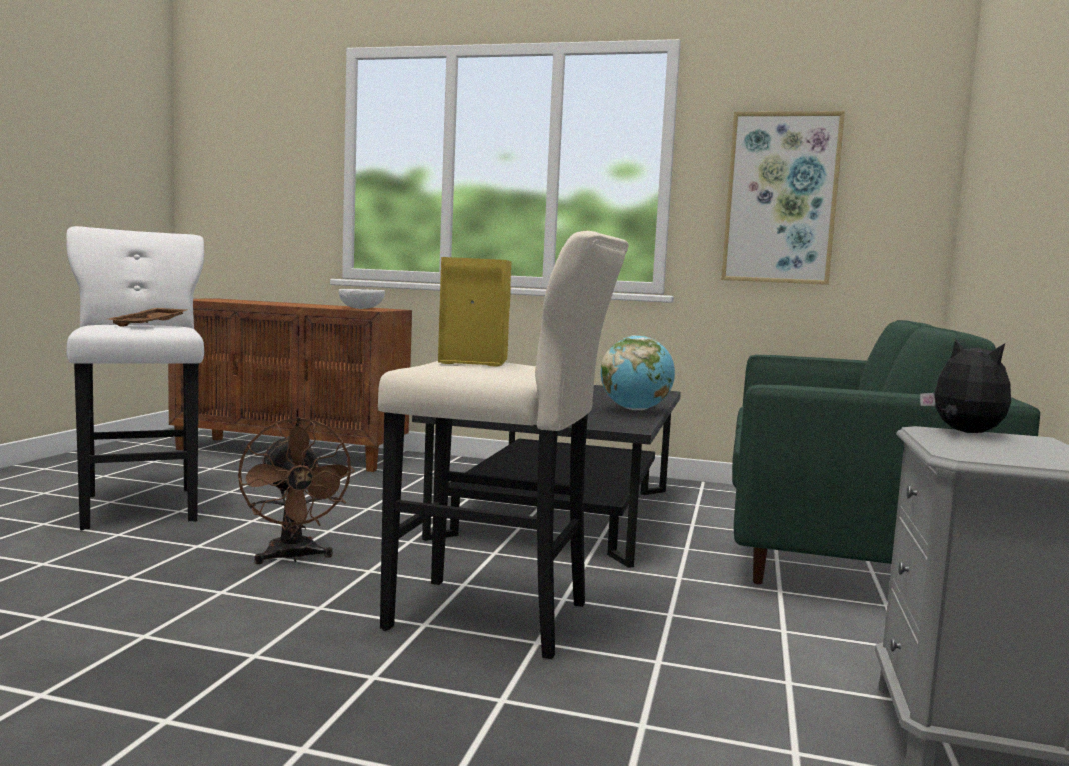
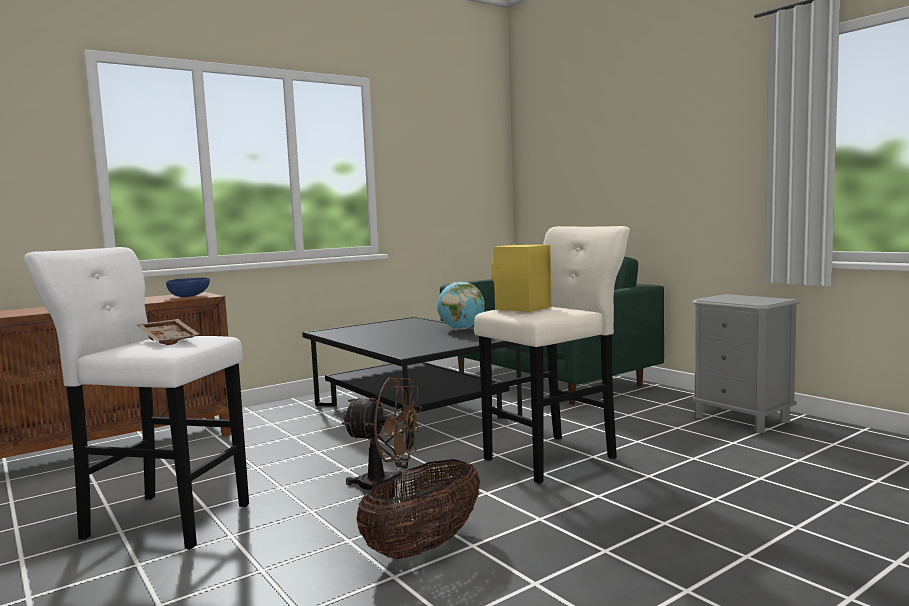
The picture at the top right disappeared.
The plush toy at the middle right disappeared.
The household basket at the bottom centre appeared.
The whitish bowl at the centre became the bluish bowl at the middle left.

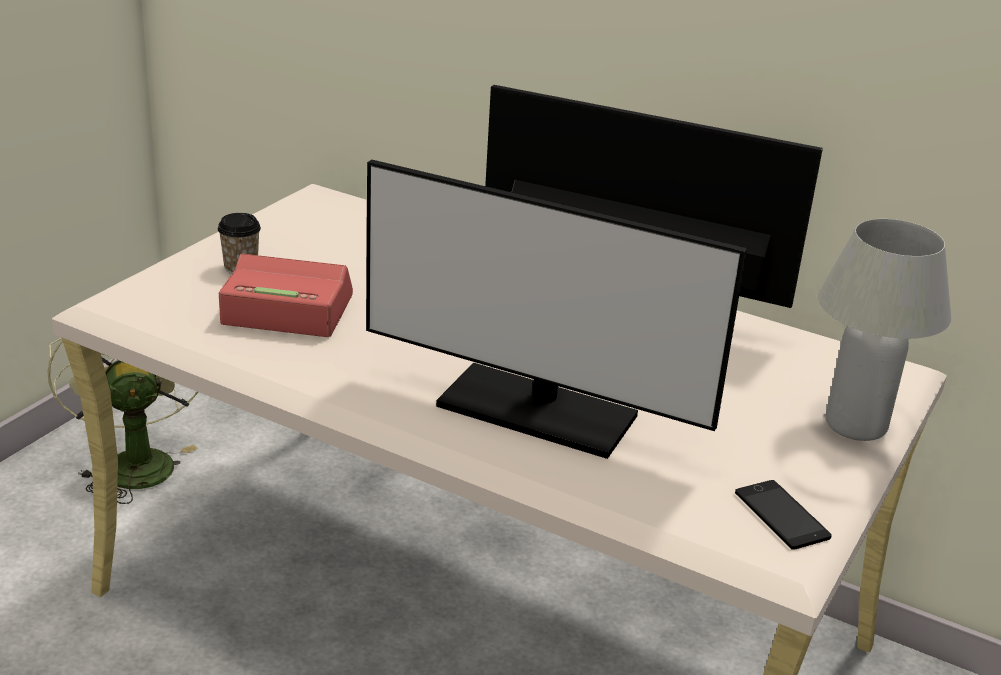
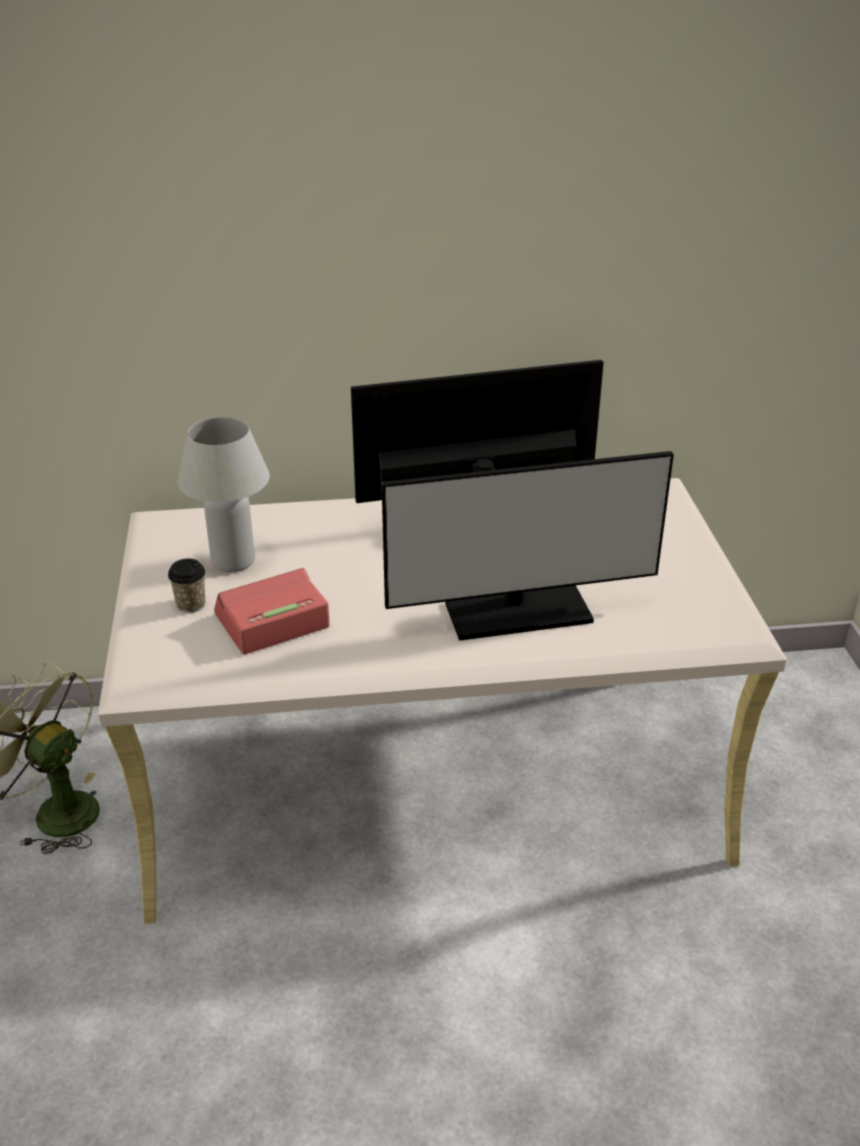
The telephone at the bottom right disappeared.
The whitish table lamp moved from the middle right to the middle left.

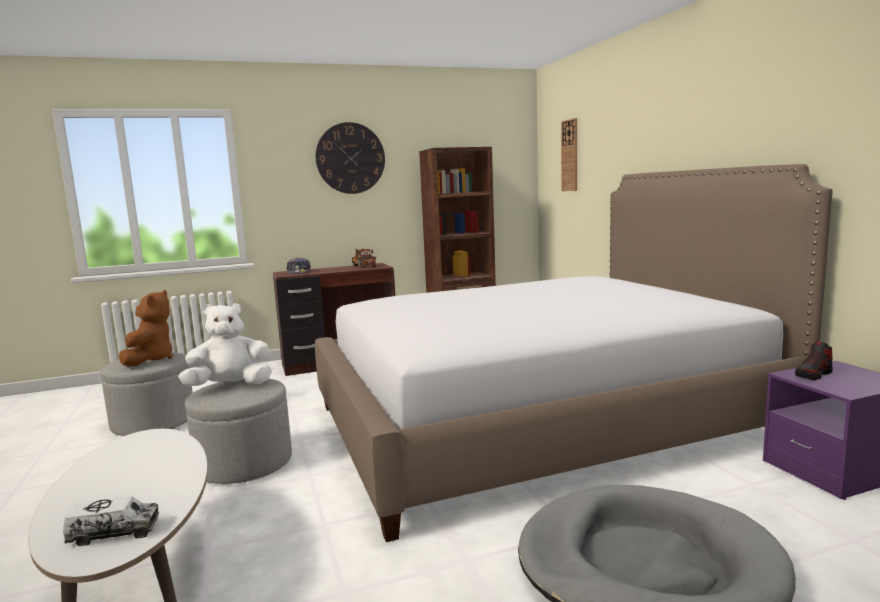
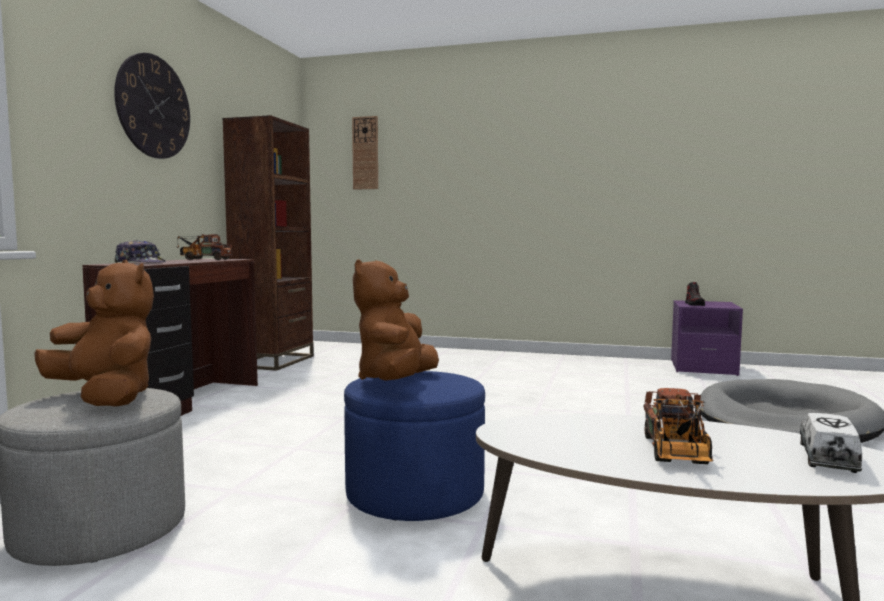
The bed at the centre disappeared.
The toy lorry (2nd from left) at the bottom right appeared.
The whitish plush toy at the middle left became the brownish plush toy (2nd from left) at the centre.
The greyish footrest (2nd from left) at the bottom left became the bluish footrest at the bottom centre.

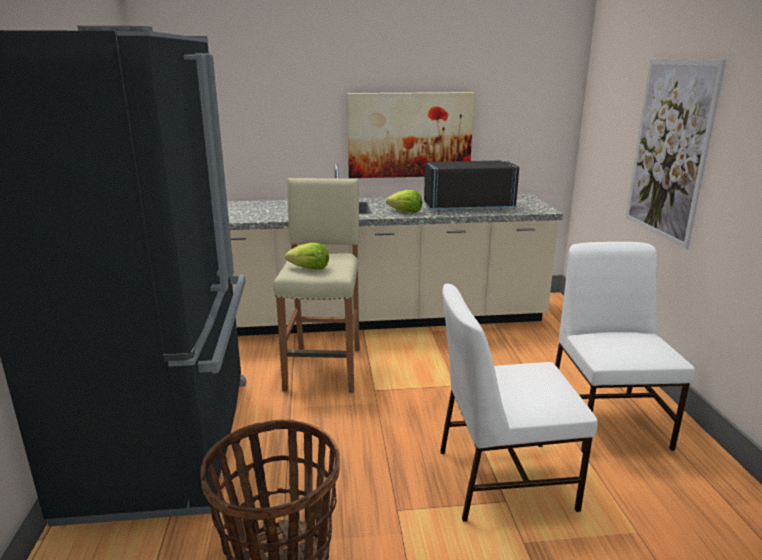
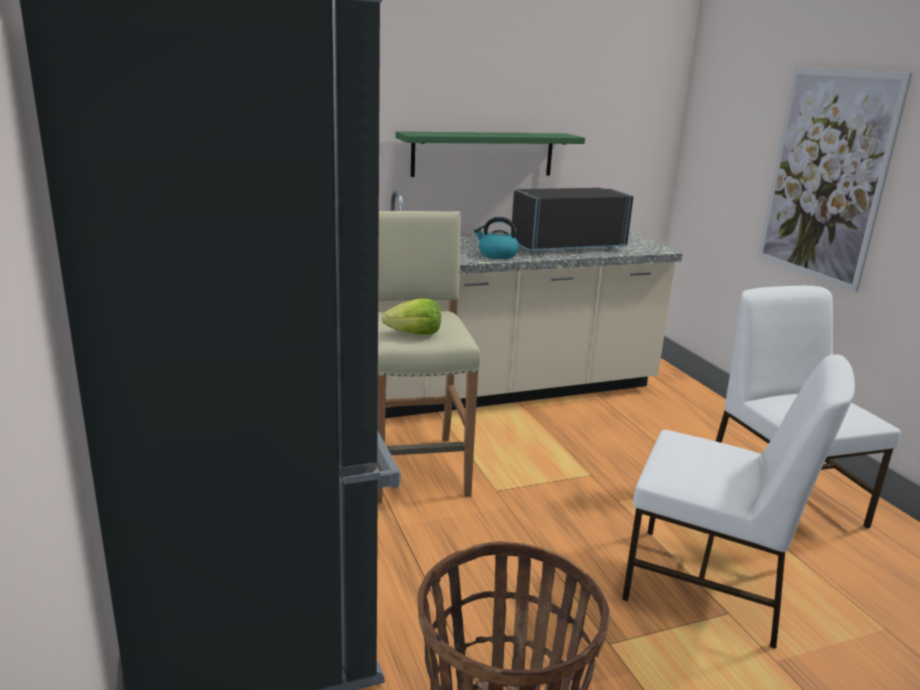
The picture (1st from left) at the top centre was replaced by the green-coloured wall shelf at the top centre.
The lettuce head (2nd from left) at the centre was replaced by the kettle at the centre.
The whitish chair (1st from left) at the bottom right turned 135 degrees counterclockwise.

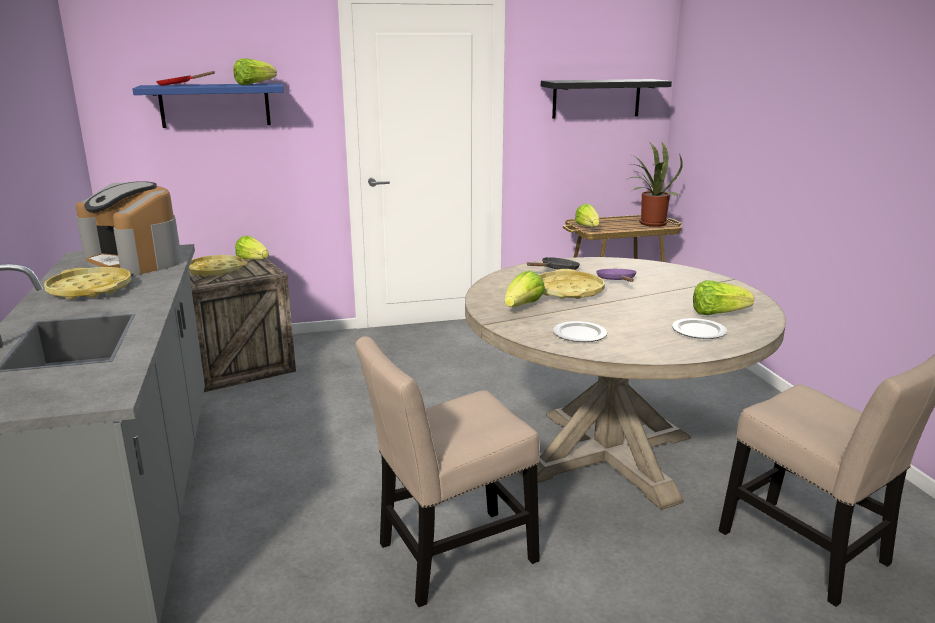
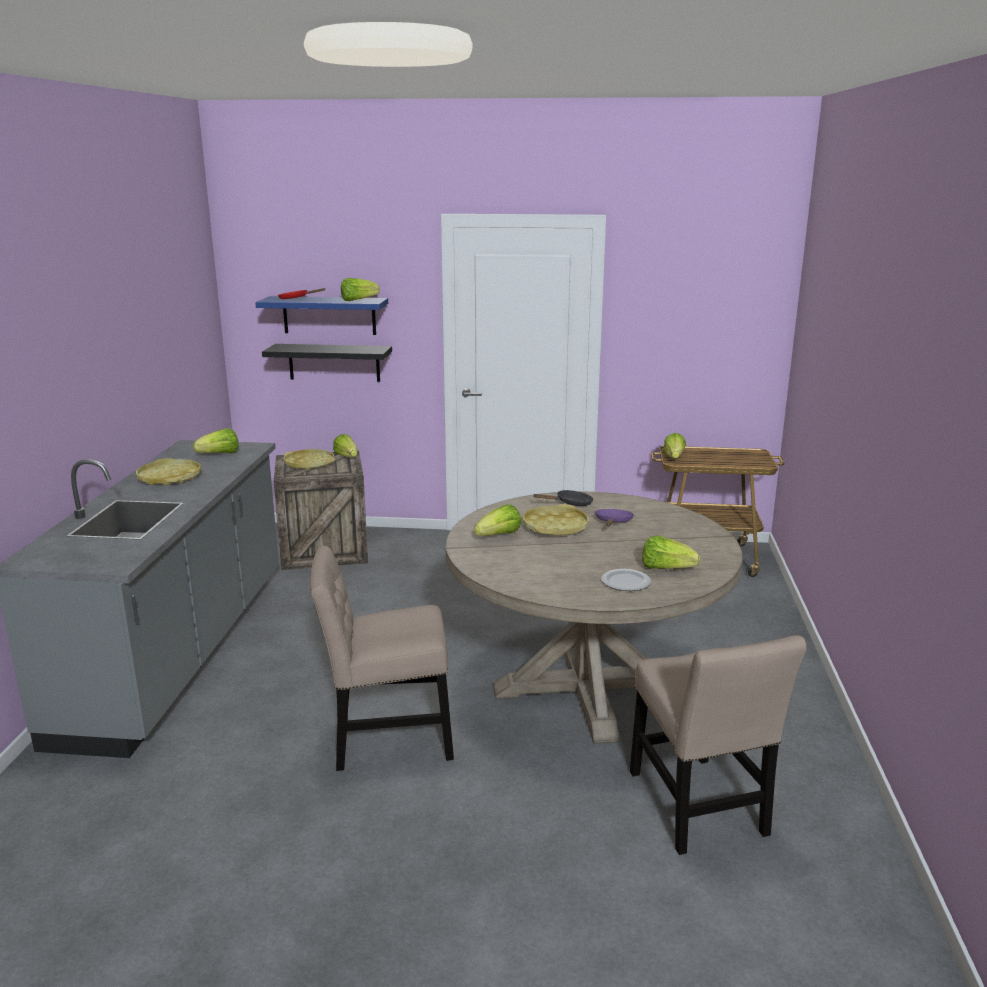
The dinner plate (1st from left) at the centre disappeared.
The plant in a pot at the top right disappeared.
The black-coloured wall shelf moved from the top centre to the middle left.
The coffee machine at the middle left was replaced by the lettuce head (1st from left) at the middle left.

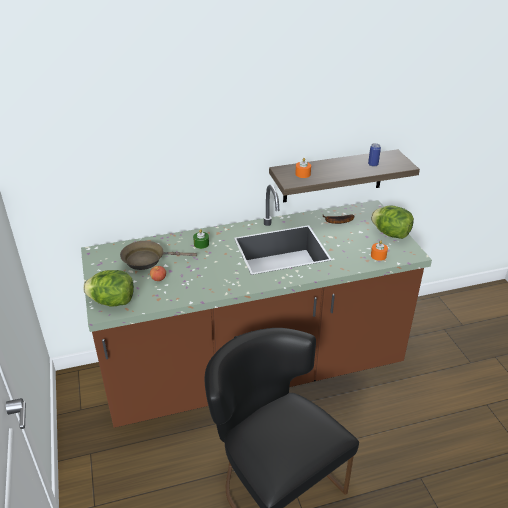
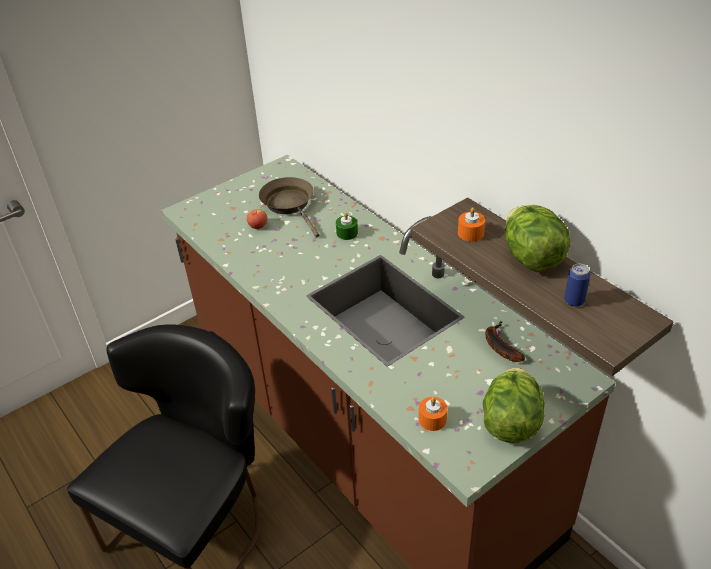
The lettuce head (1st from left in the first image) moved from the middle left to the middle right.

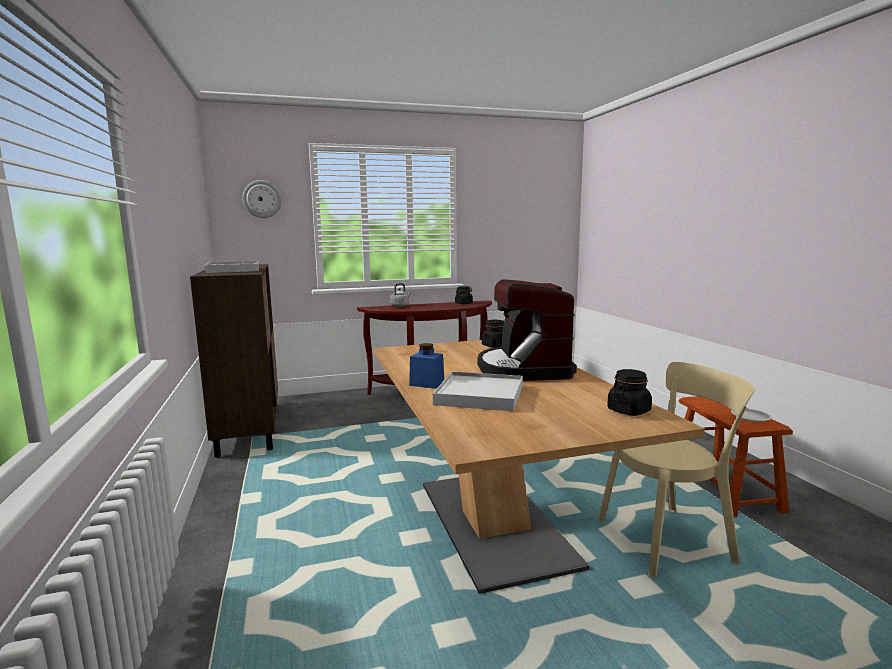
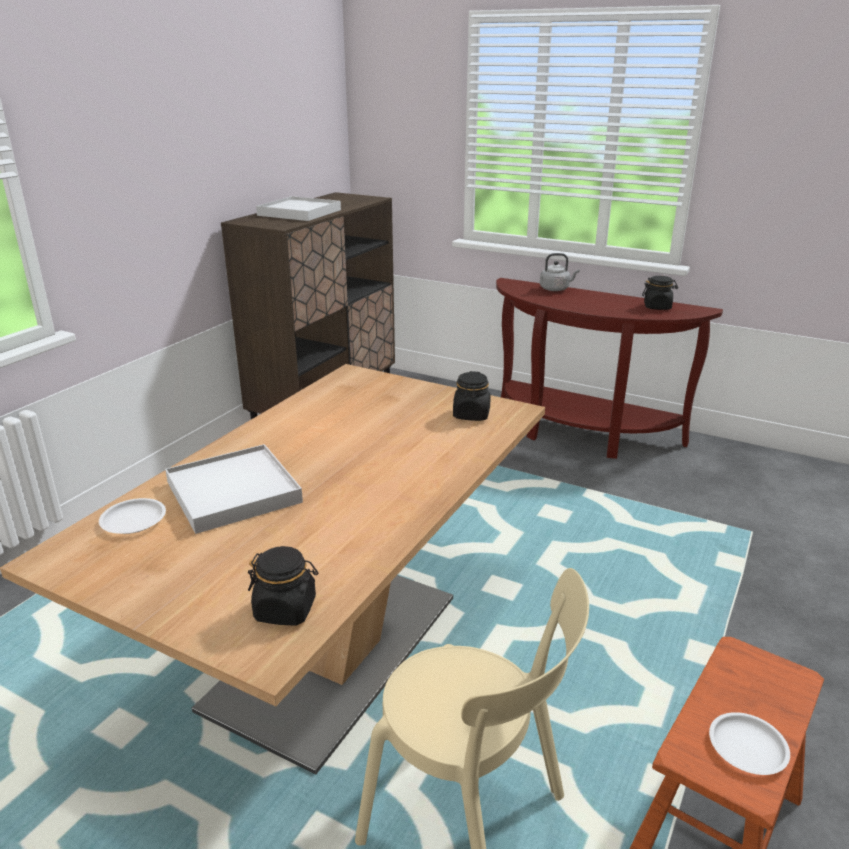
The hanging clock at the top left disappeared.
The bluish jar at the centre disappeared.
The coffee machine at the centre disappeared.
The whitish dinner plate (1st from left) at the middle left appeared.

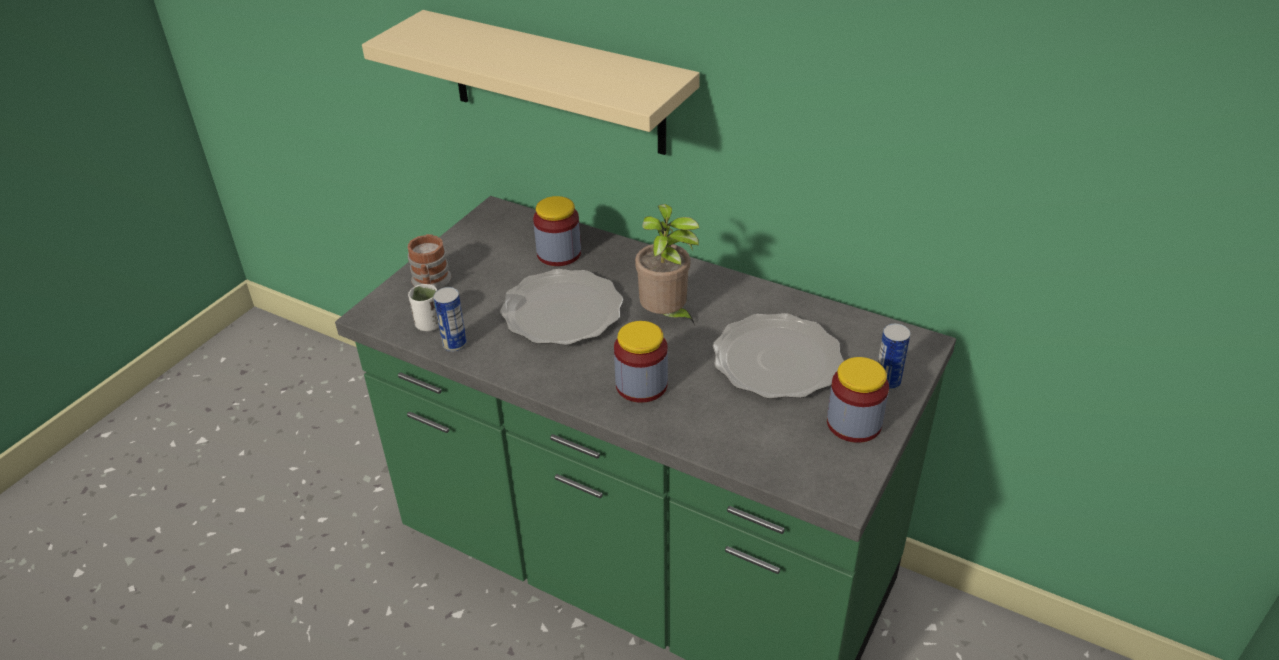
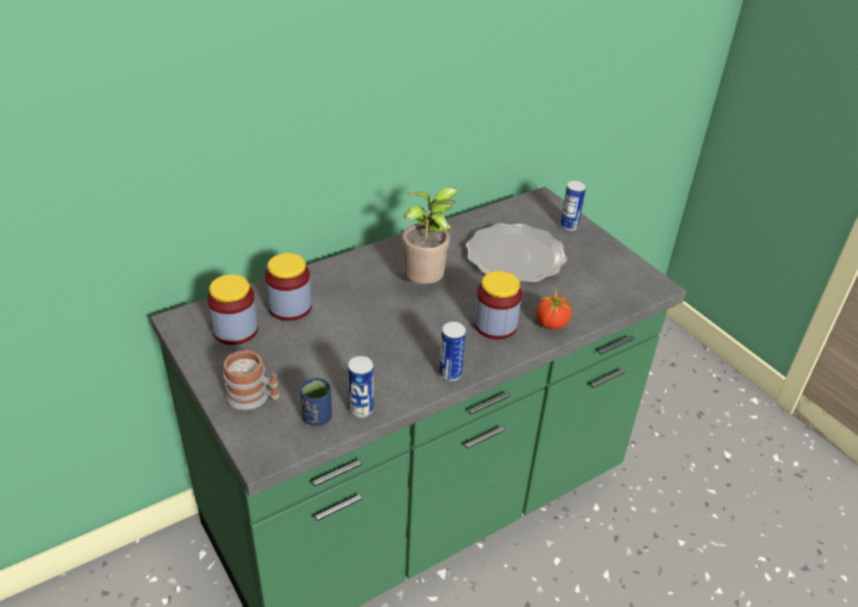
The beige-coloured wall shelf at the top centre disappeared.
The dinner plate (1st from left) at the centre disappeared.
The sealed can (2nd from left) at the centre appeared.
The whole tomato at the centre appeared.
The jar (3rd from left in the first image) moved from the middle right to the middle left.
The whitish drinking cup at the middle left became the bluish drinking cup at the centre.

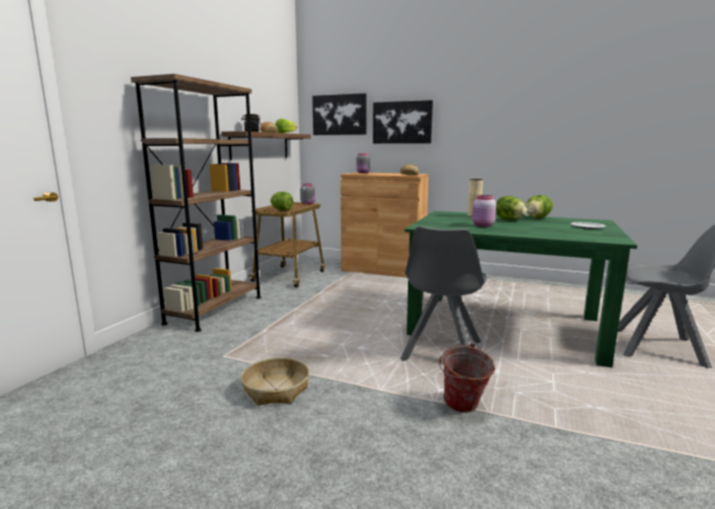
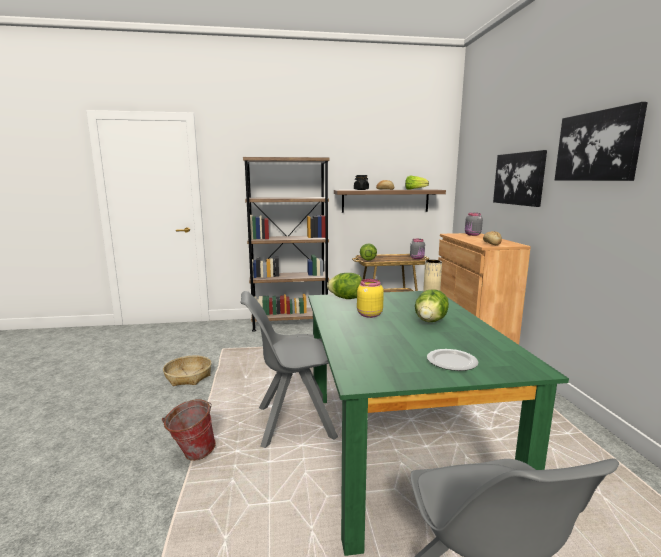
The picture (1st from left in the first image) moved from the top centre to the top right.
The lettuce head (4th from left in the first image) moved from the middle right to the centre.
The pink-coloured jar at the middle right became the yellow jar at the centre.

